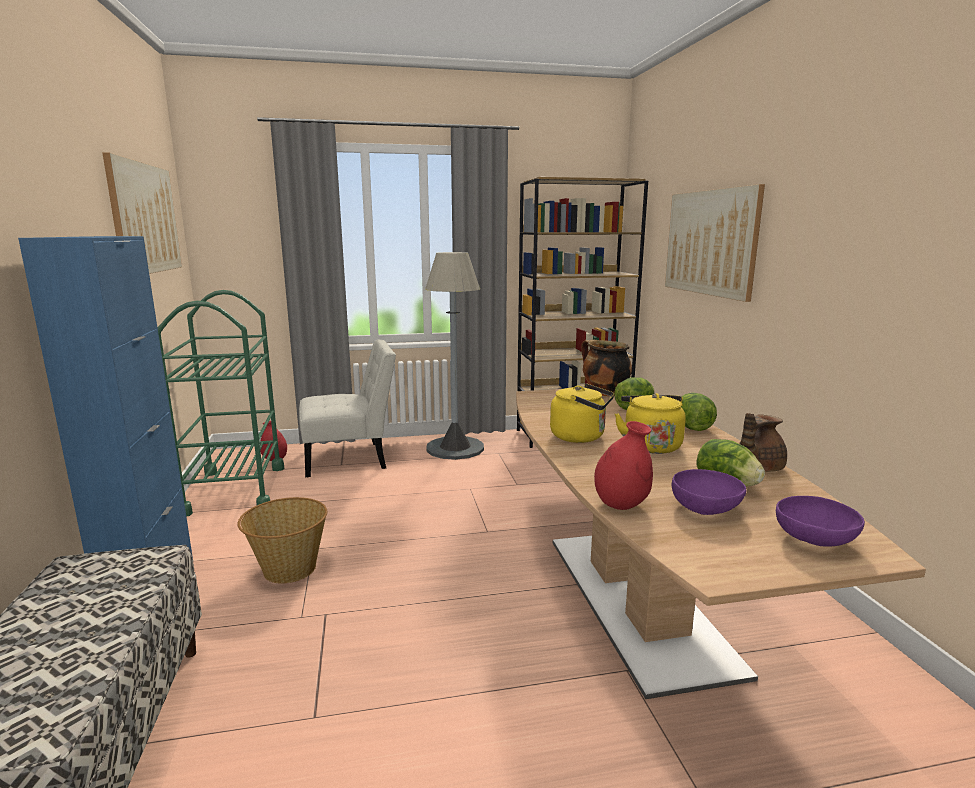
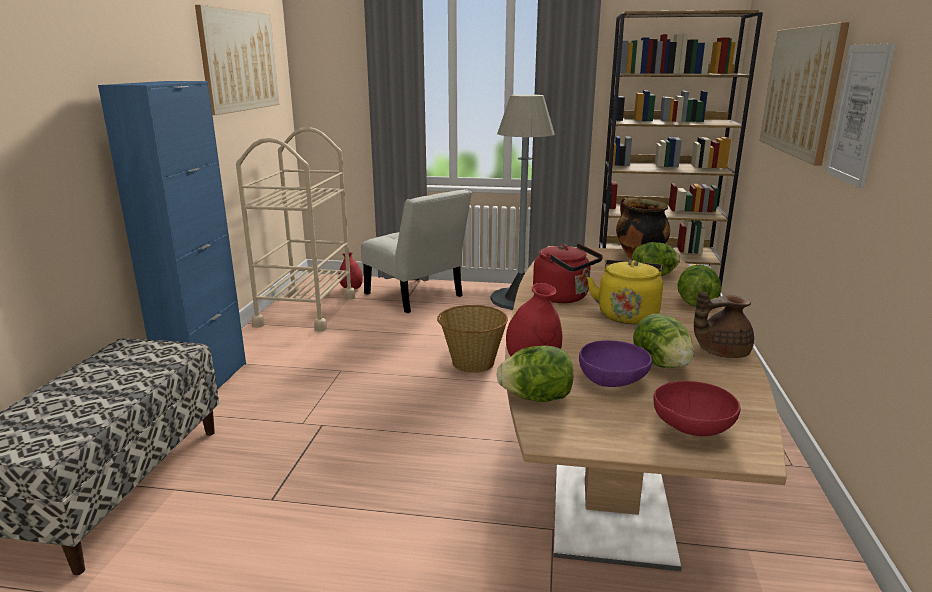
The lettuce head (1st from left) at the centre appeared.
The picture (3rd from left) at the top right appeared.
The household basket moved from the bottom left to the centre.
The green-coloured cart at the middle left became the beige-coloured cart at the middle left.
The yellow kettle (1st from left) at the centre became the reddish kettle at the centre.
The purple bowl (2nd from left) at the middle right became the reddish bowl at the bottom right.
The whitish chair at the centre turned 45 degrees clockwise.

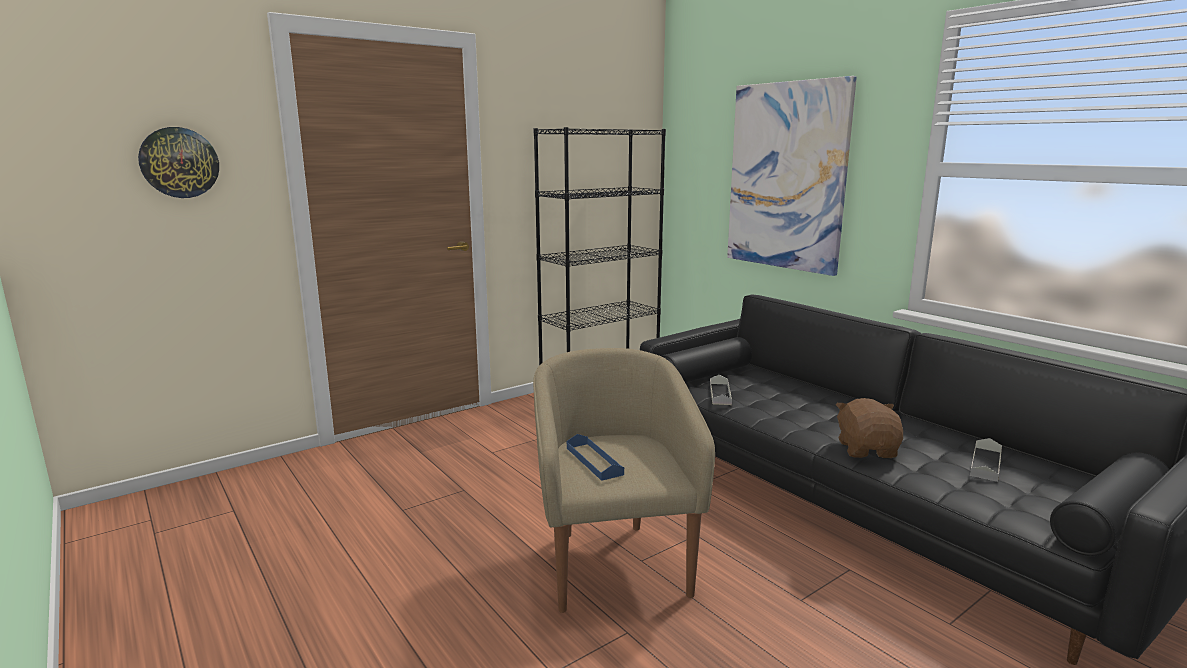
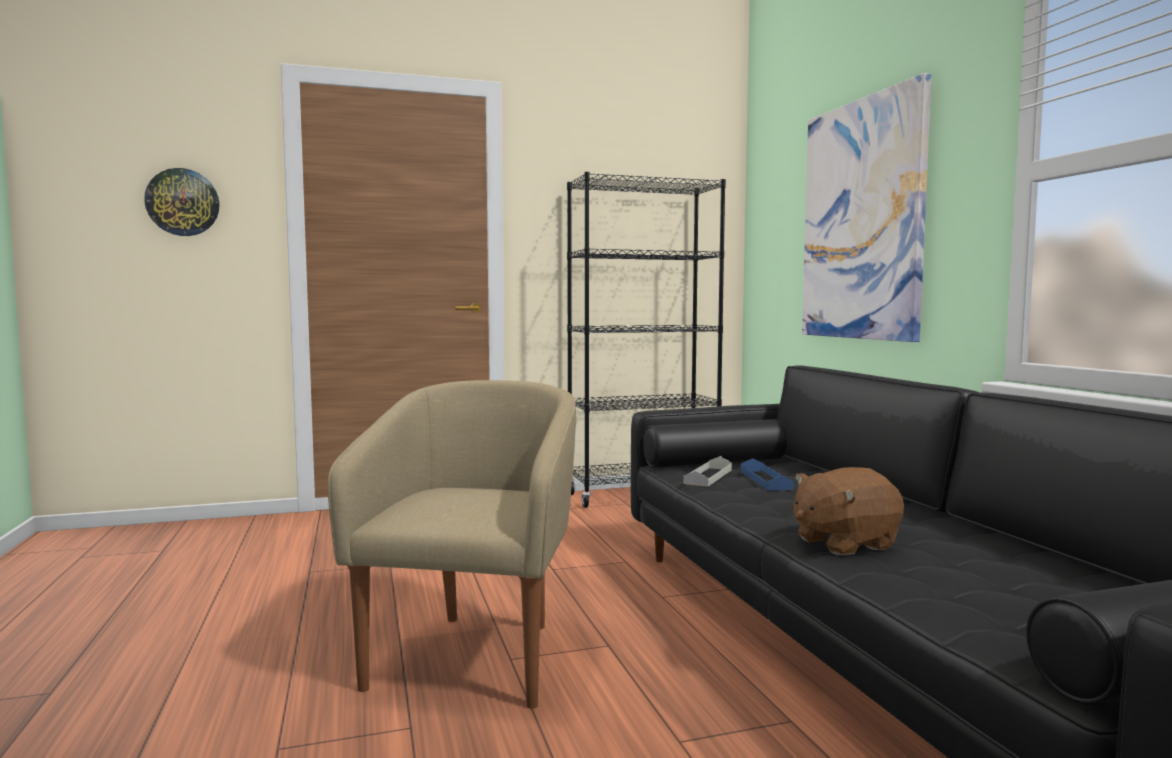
The greyish carrying tray (2nd from left) at the bottom right disappeared.
The bluish carrying tray moved from the bottom centre to the centre.
The brownish plush toy at the middle right turned 135 degrees counterclockwise.

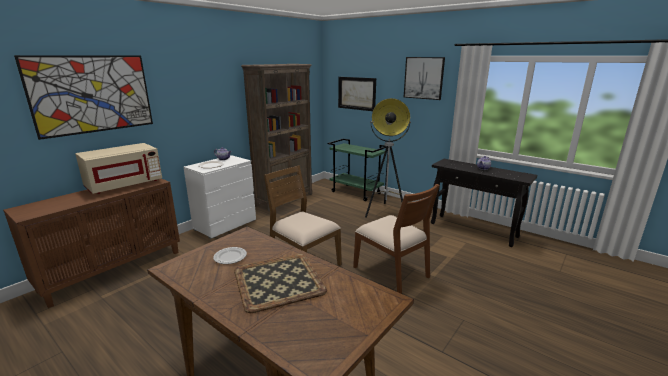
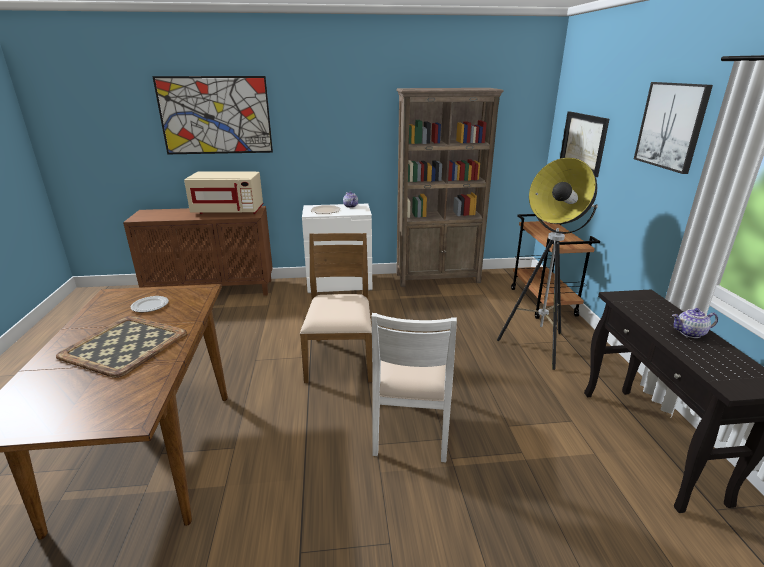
The green-coloured cart at the centre became the brownish cart at the middle right.
The brownish chair (2nd from left) at the centre became the whitish chair at the bottom centre.

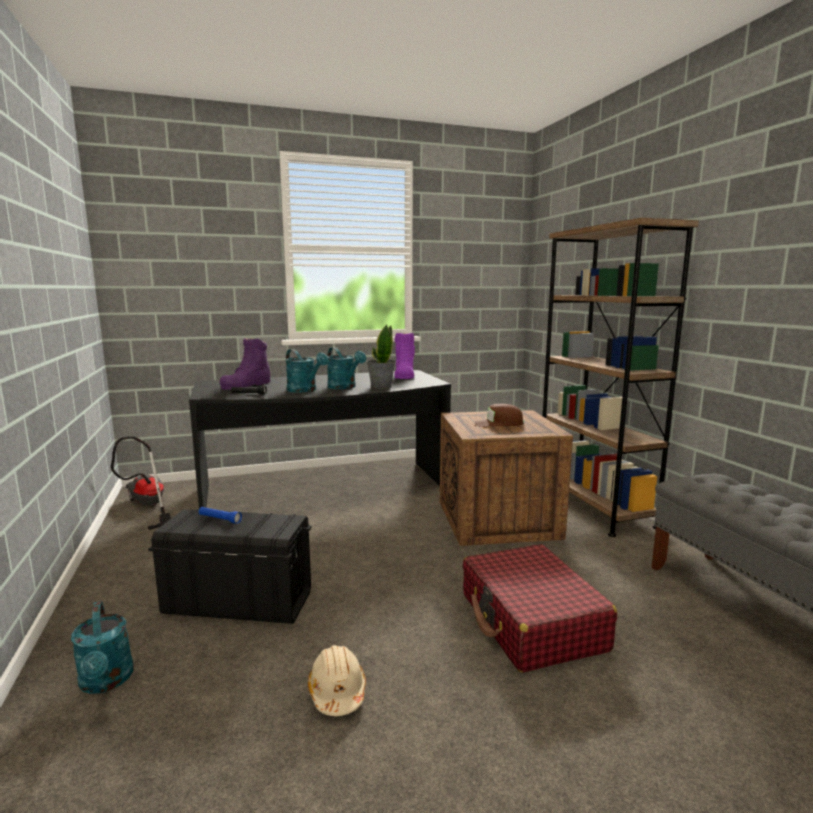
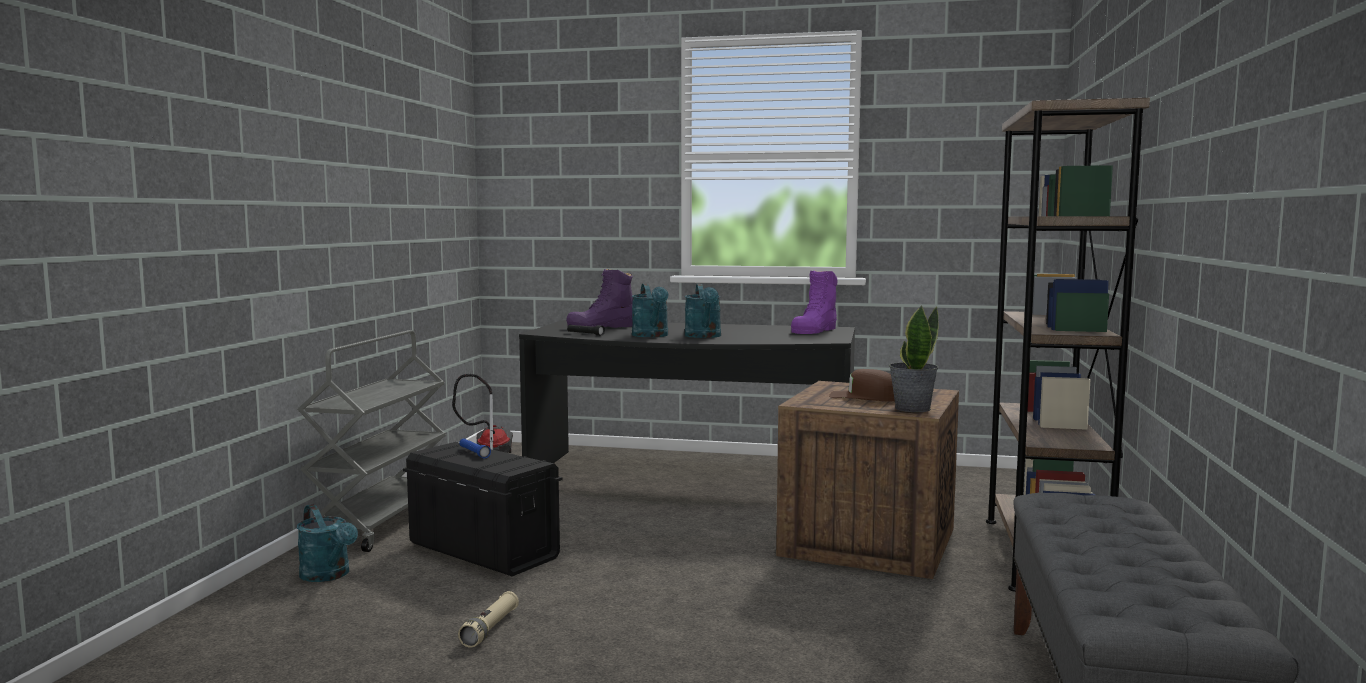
The reddish suitcase at the bottom centre disappeared.
The greyish cart at the middle left appeared.
The plant in a pot moved from the centre to the middle right.
The beige-coloured hard hat at the bottom centre was replaced by the beige-coloured torch at the bottom centre.
The blue-green watering can (1st from left) at the bottom left turned 45 degrees counterclockwise.

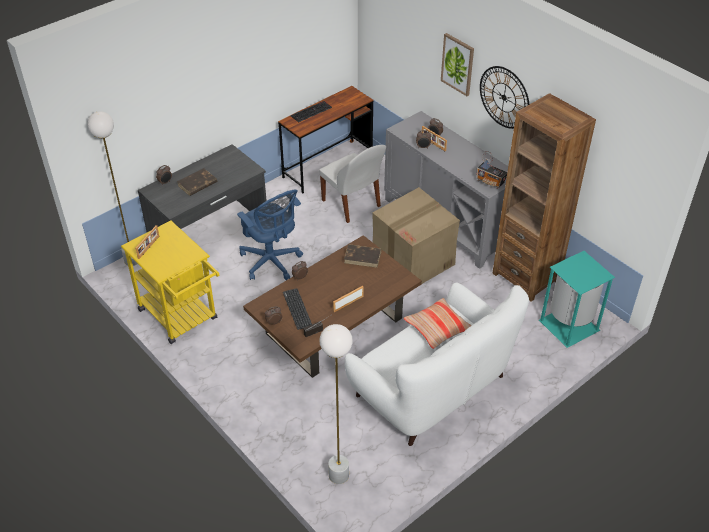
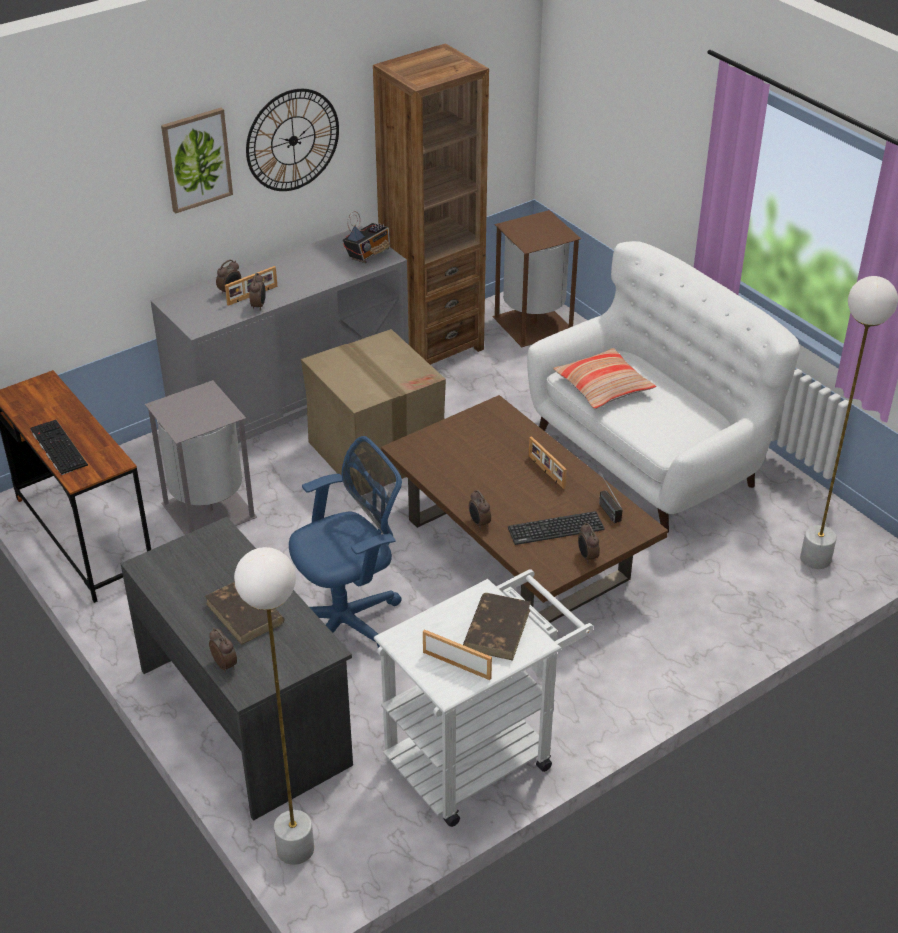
The brownish book (2nd from left) moved from the centre to the bottom centre.
The whitish chair at the centre was replaced by the greyish rubbish bin at the middle left.
The yellow cart at the middle left became the whitish cart at the bottom centre.
The blue-green rubbish bin at the middle right became the brownish rubbish bin at the top centre.

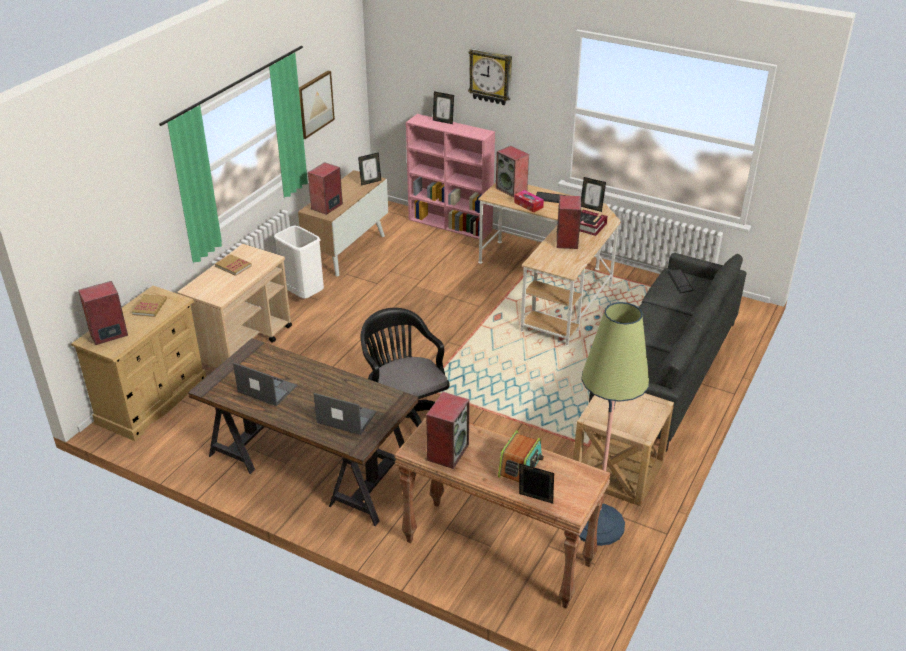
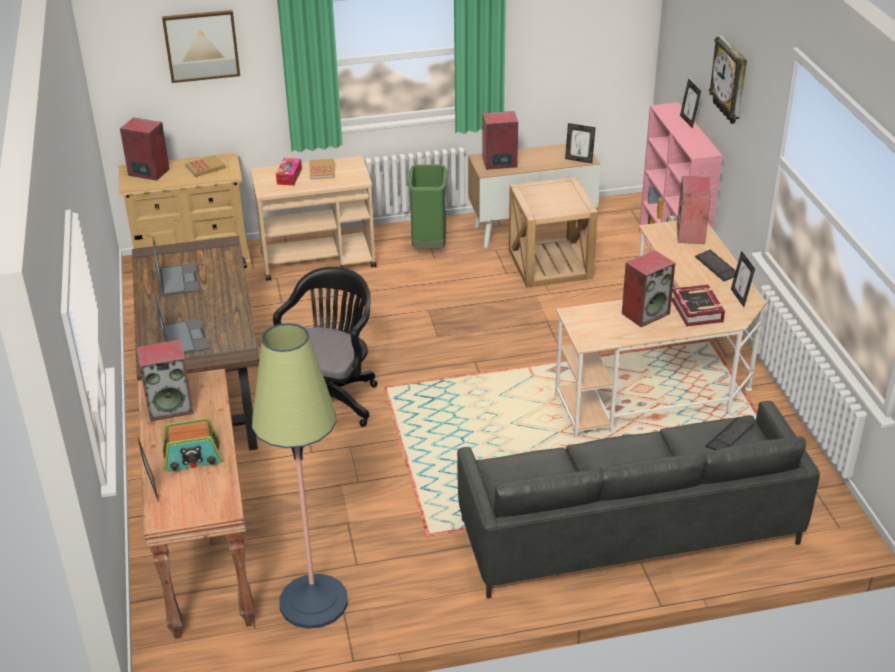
The picture moved from the top centre to the top left.
The tissue box moved from the top centre to the top left.
The beige-coloured end table moved from the bottom right to the centre.
The whitish rubbish bin at the middle left became the green-coloured rubbish bin at the top centre.

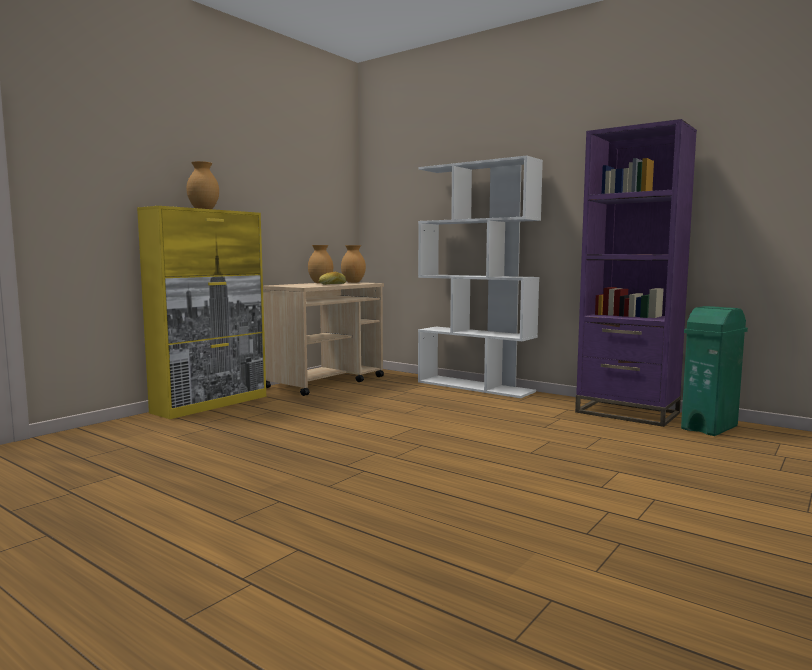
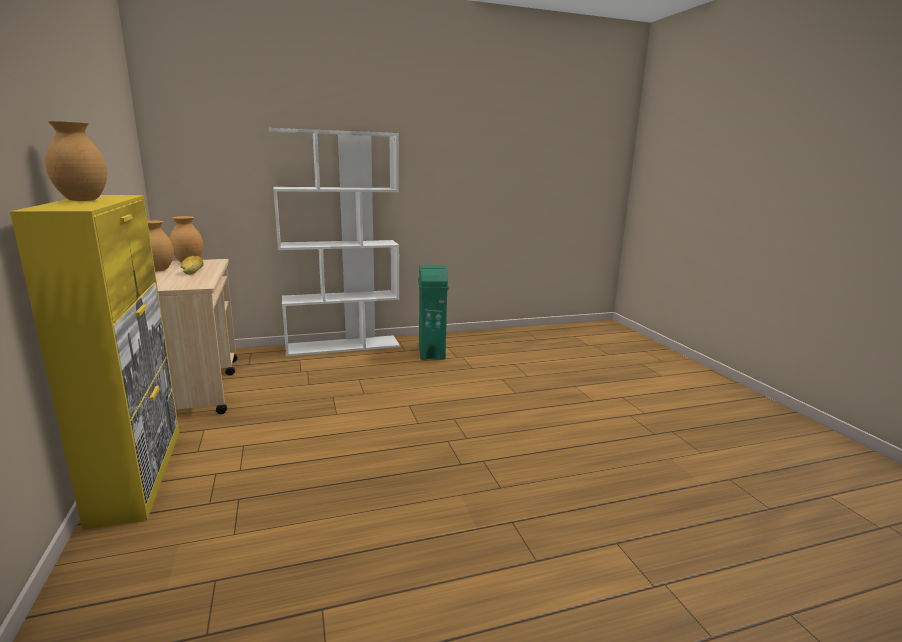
The purple bookcase at the middle right disappeared.
The green-coloured rubbish bin moved from the middle right to the centre.

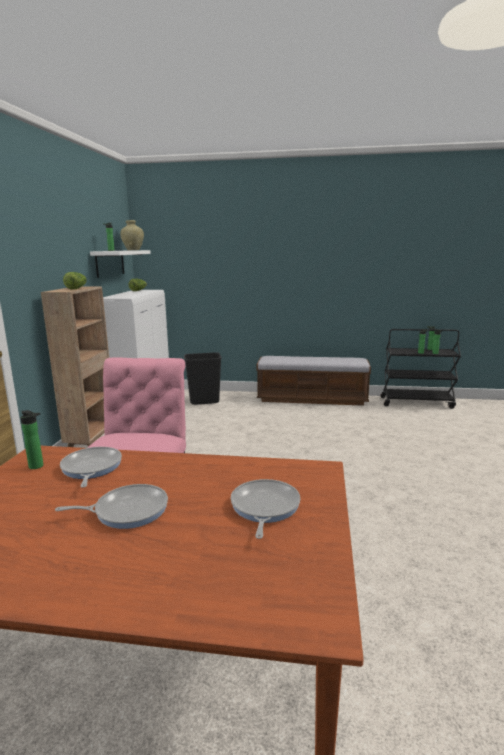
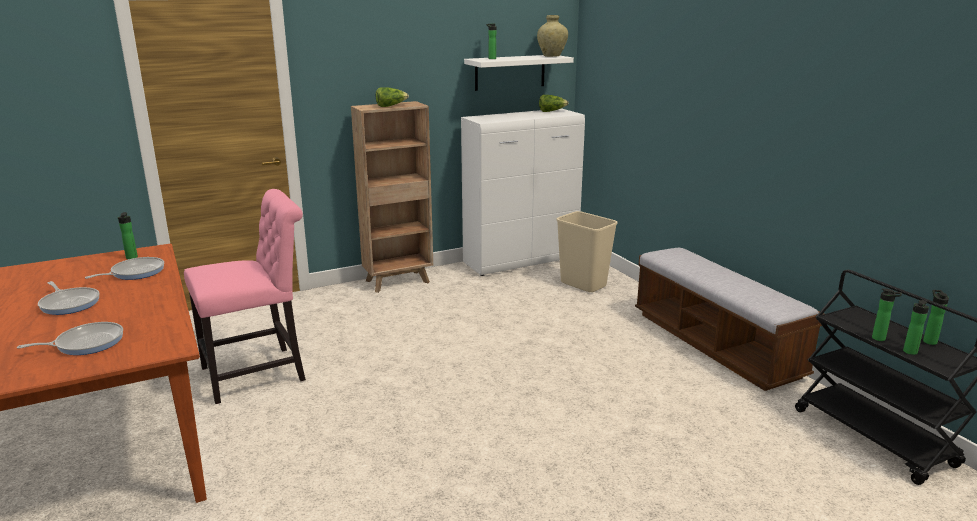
The black-coloured rubbish bin at the centre became the beige-coloured rubbish bin at the centre.

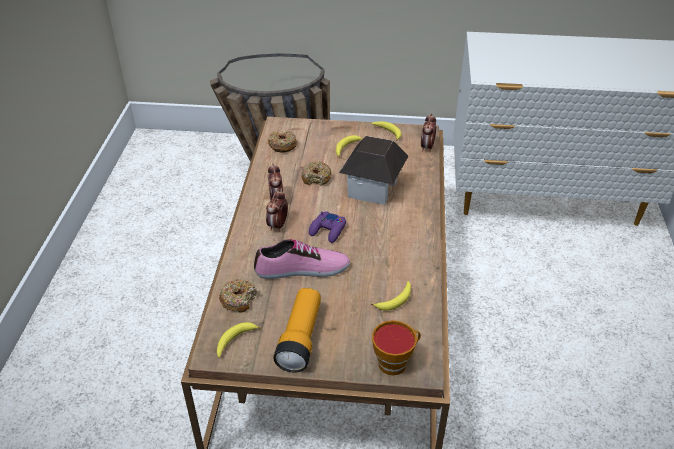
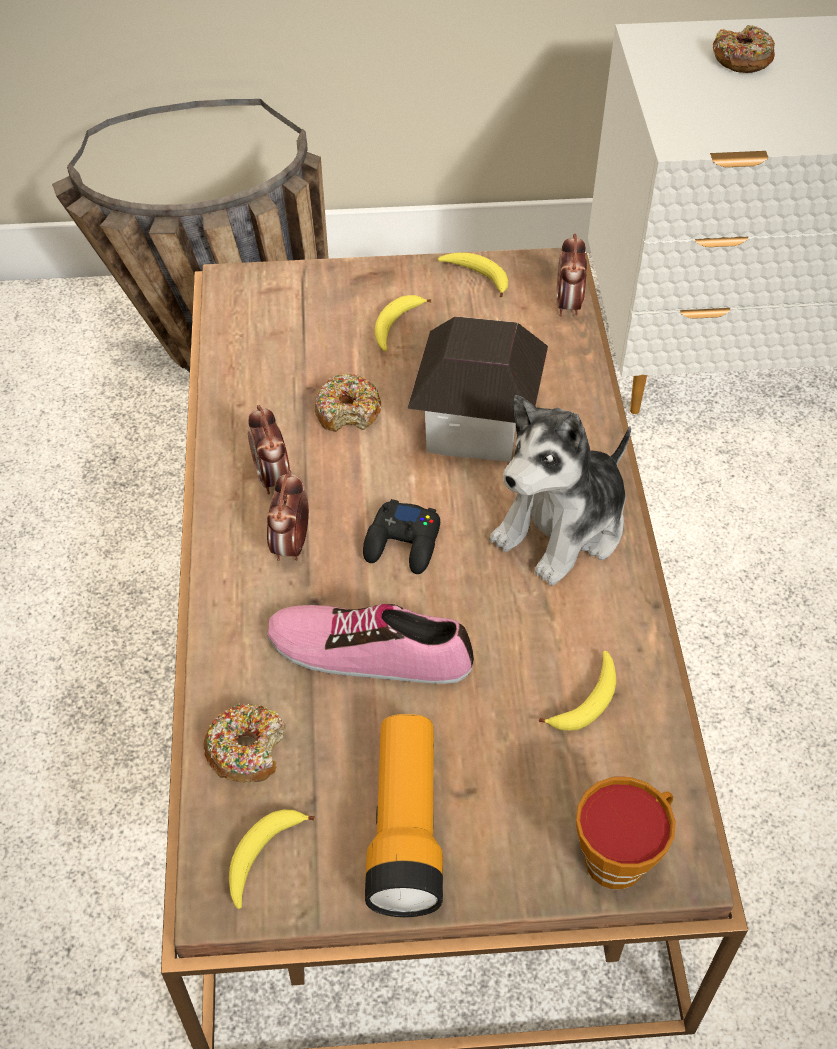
The plush toy at the middle right appeared.
The donut (2nd from left in the first image) moved from the top centre to the top right.
The purple joypad at the centre became the black-coloured joypad at the centre.
The shoe at the centre turned 150 degrees counterclockwise.

